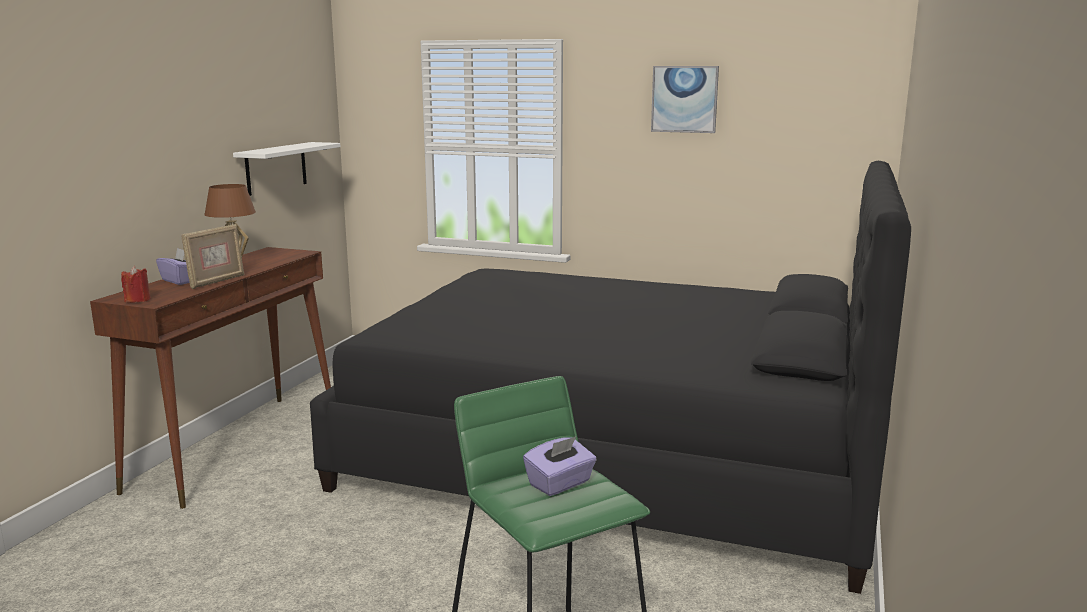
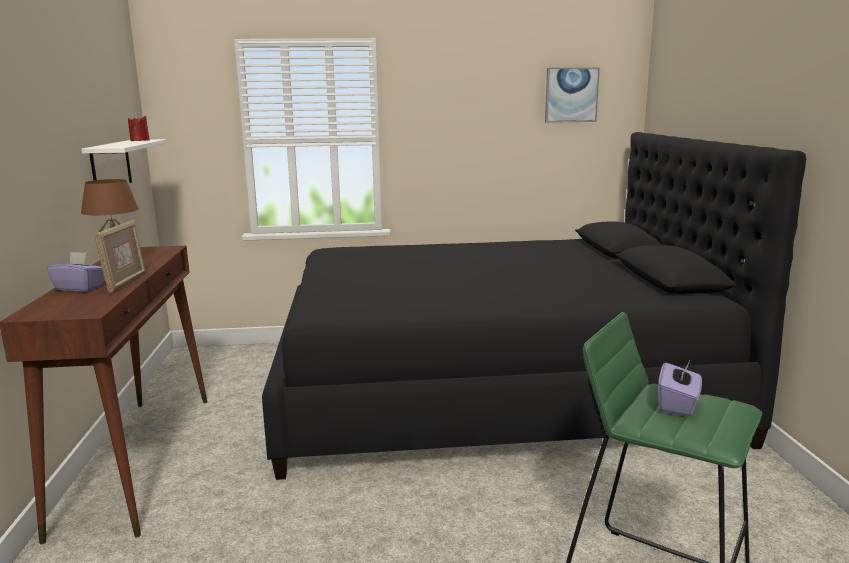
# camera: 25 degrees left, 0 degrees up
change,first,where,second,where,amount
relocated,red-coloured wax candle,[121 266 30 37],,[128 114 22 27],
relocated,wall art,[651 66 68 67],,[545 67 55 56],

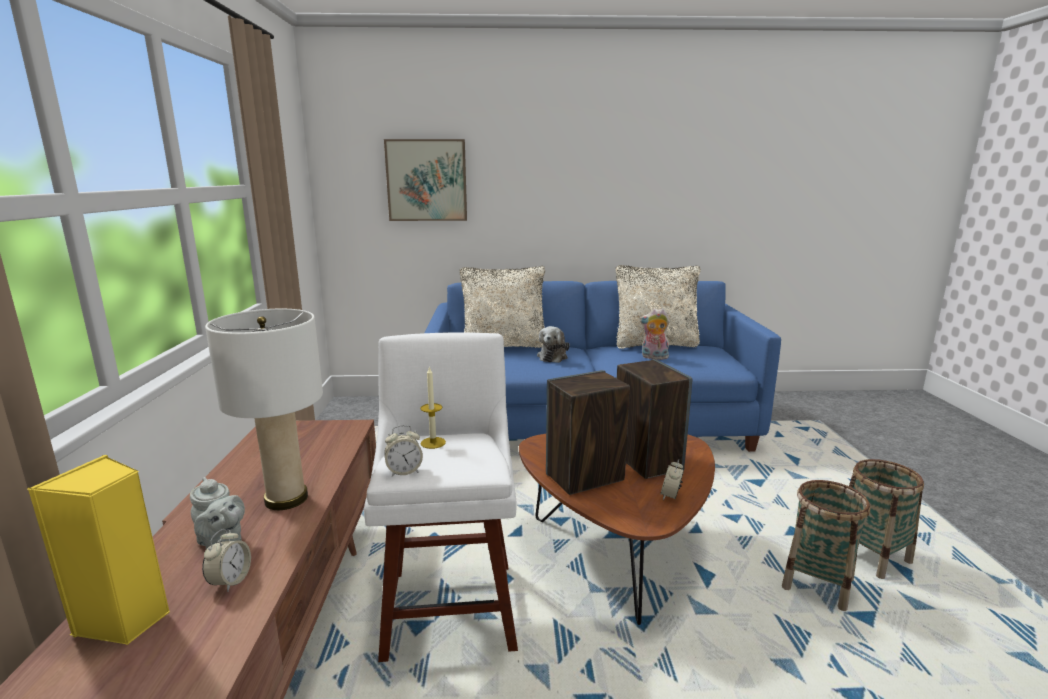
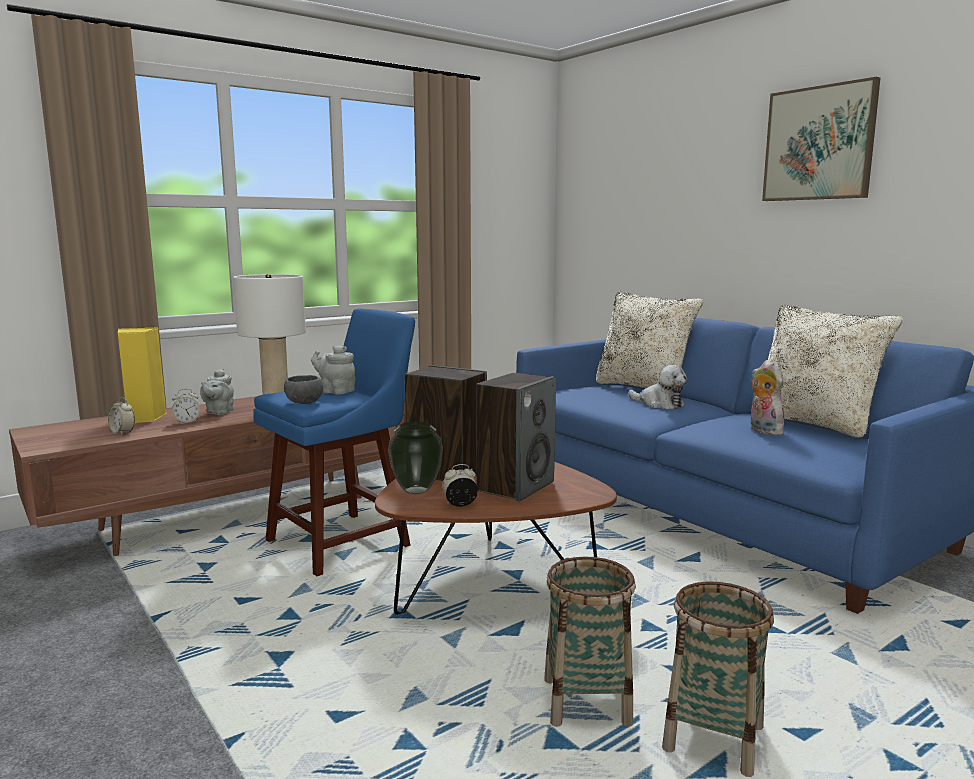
# camera: 55 degrees right, 5 degrees down
change,first,where,second,where,amount
relocated,table clock,[384 425 39 51],,[108 397 27 39],
colour,whitish stool seat,[364 332 154 330],blue stool seat,[253 309 162 267],
appeared,,,grey serving bowl,[284 375 39 29],
exchanged,wax candle,[420 366 26 83],grey tea pot,[311 345 45 50],
appeared,,,flower vase,[388 421 55 73],
spun,soft toy,[537 326 33 37],,[628 365 59 44],120 degrees counterclockwise
relocated,wall art,[384 139 83 82],,[762 77 118 124],

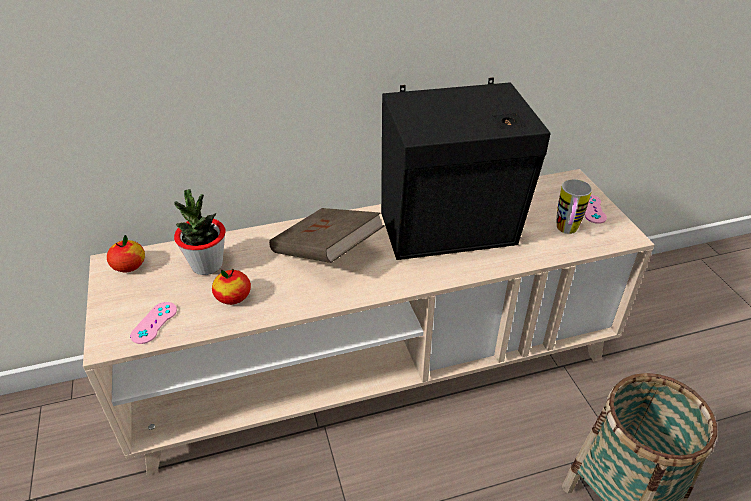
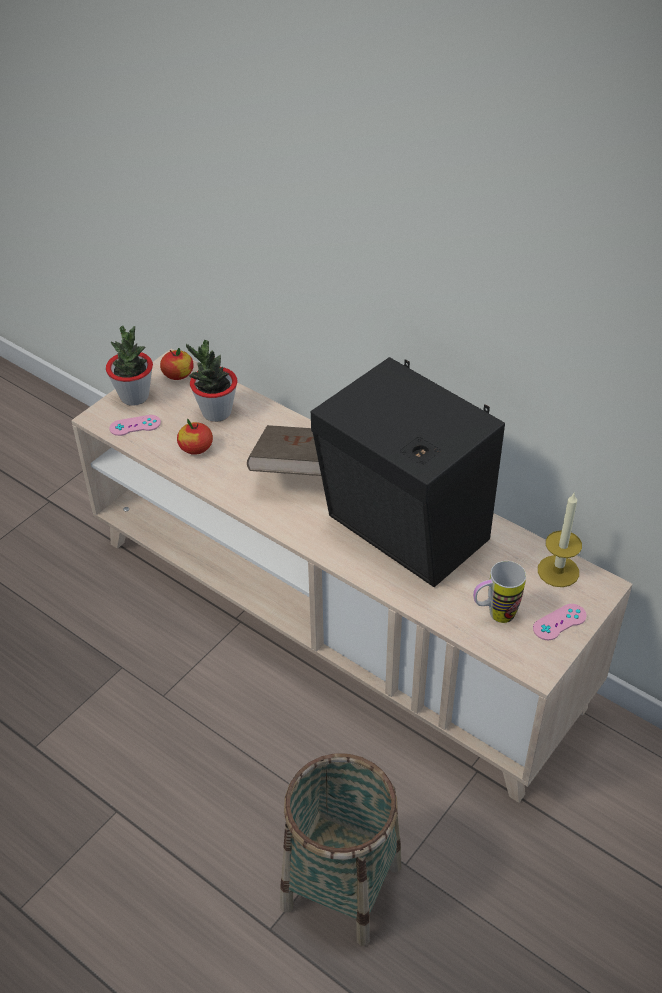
# camera: 55 degrees right, 5 degrees up
change,first,where,second,where,amount
appeared,,,potted plant,[106 326 47 80],
appeared,,,wax candle,[538 493 44 94],

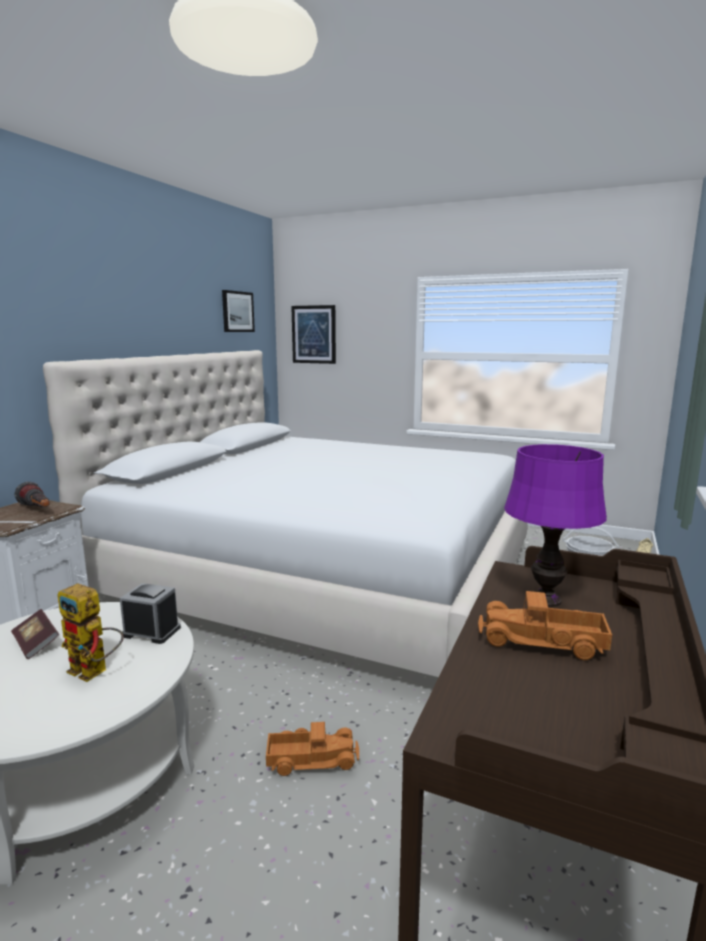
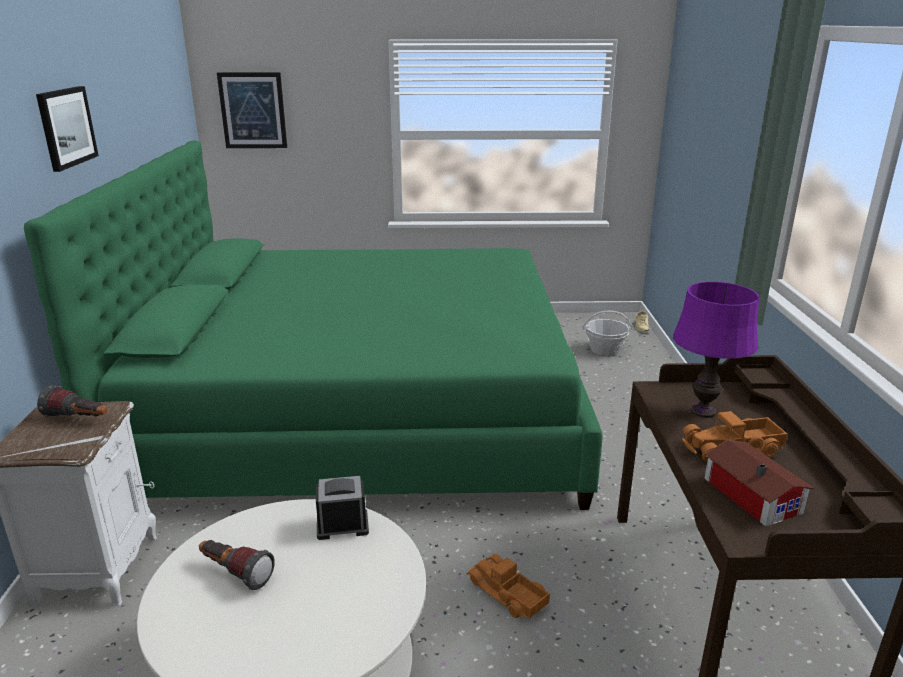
# camera: 25 degrees left, 10 degrees up
change,first,where,second,where,amount
colour,whitish bed,[43 350 485 327],greenish bed,[24 140 579 370],
relocated,wall art,[222 290 33 42],,[36 86 63 86],
exchanged,volume,[11 609 48 50],hand torch,[199 540 76 50],
spun,toy lorry,[266 722 93 54],,[467 554 83 64],105 degrees counterclockwise
appeared,,,model house,[704 440 111 87],
missing,robot figure,[57 583 67 99],,,

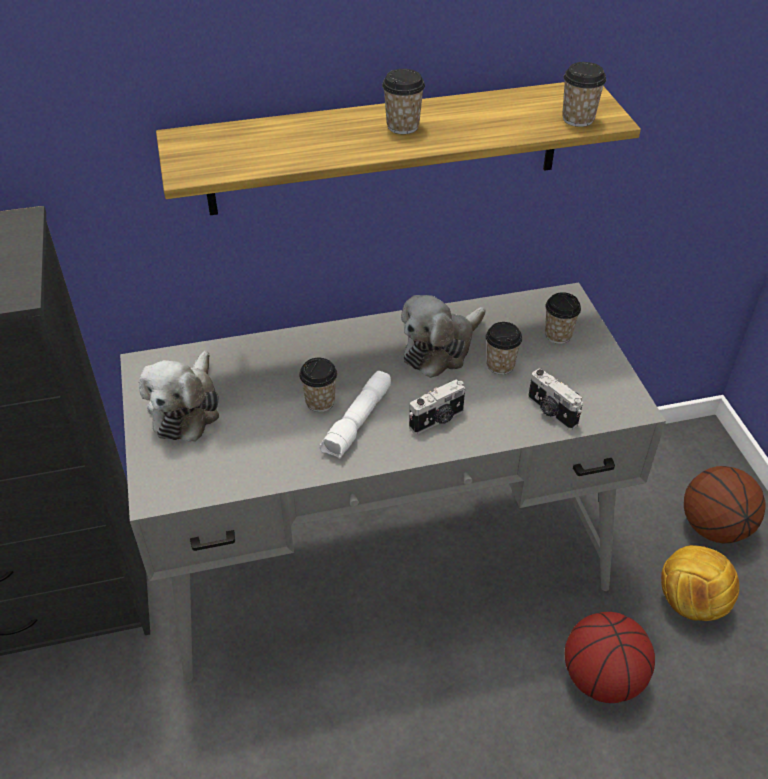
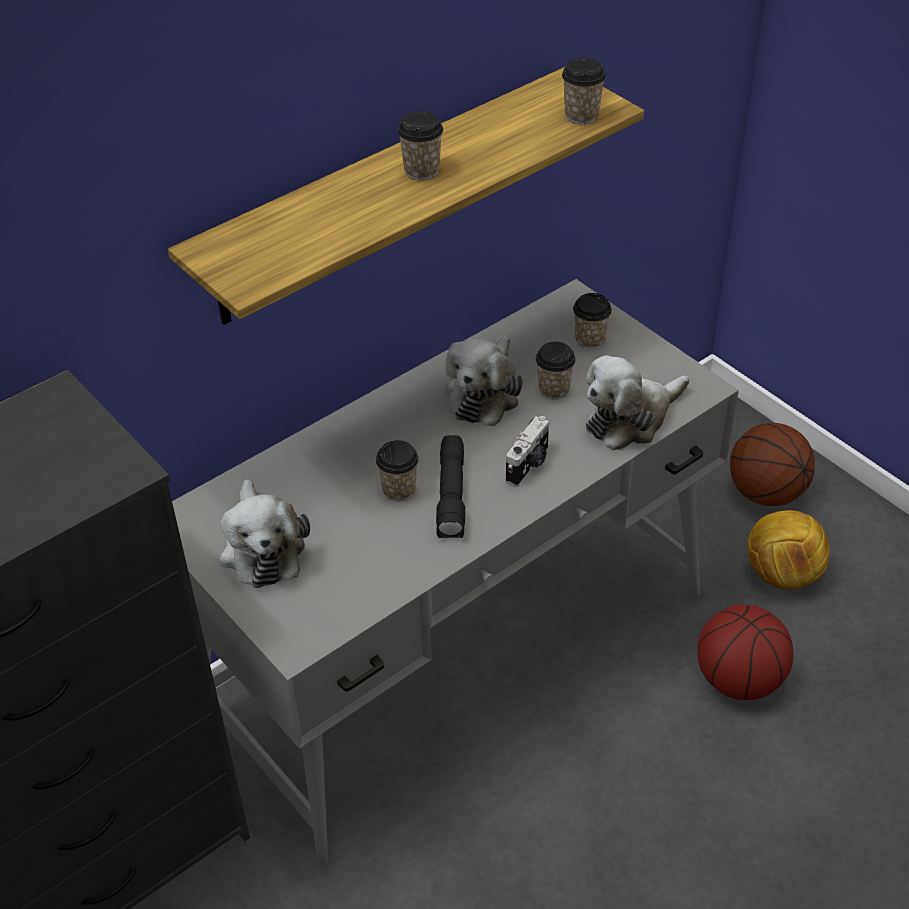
# camera: 25 degrees left, 0 degrees up
change,first,where,second,where,amount
colour,whitish hand torch,[320 371 71 88],blackish hand torch,[436 435 29 103],
exchanged,photo camera,[528 368 55 62],soft toy,[586 355 103 95],

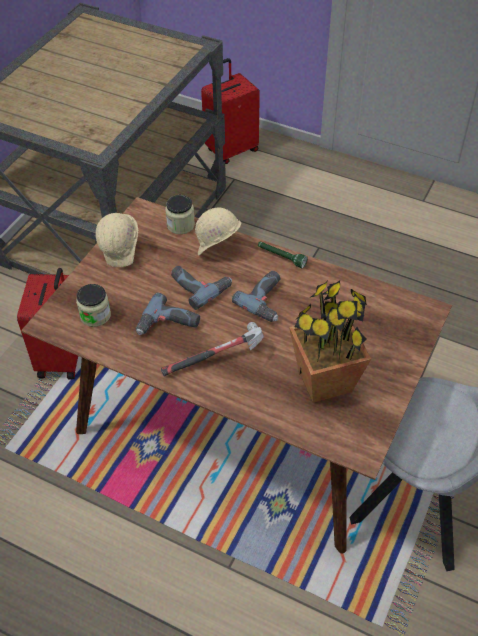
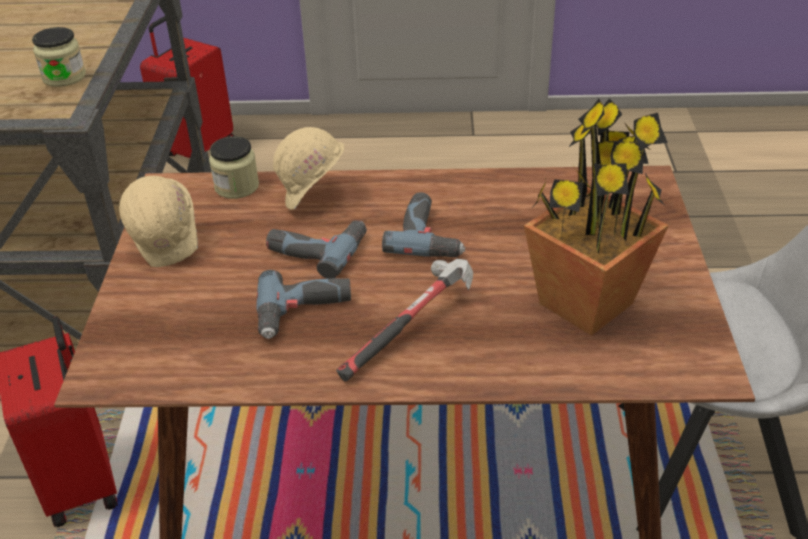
# camera: 25 degrees left, 10 degrees down
change,first,where,second,where,amount
relocated,storage jar,[76 284 35 43],,[32 27 54 60],
missing,greenish hand torch,[258 242 50 26],,,

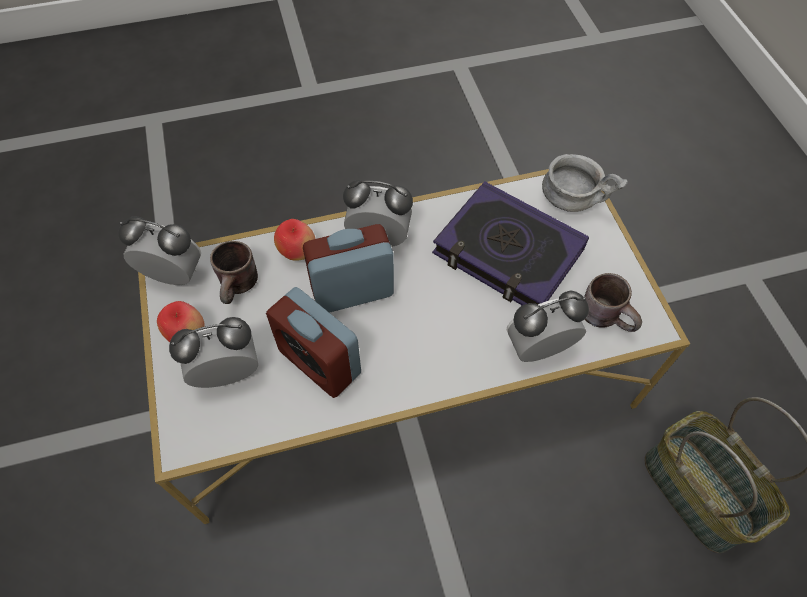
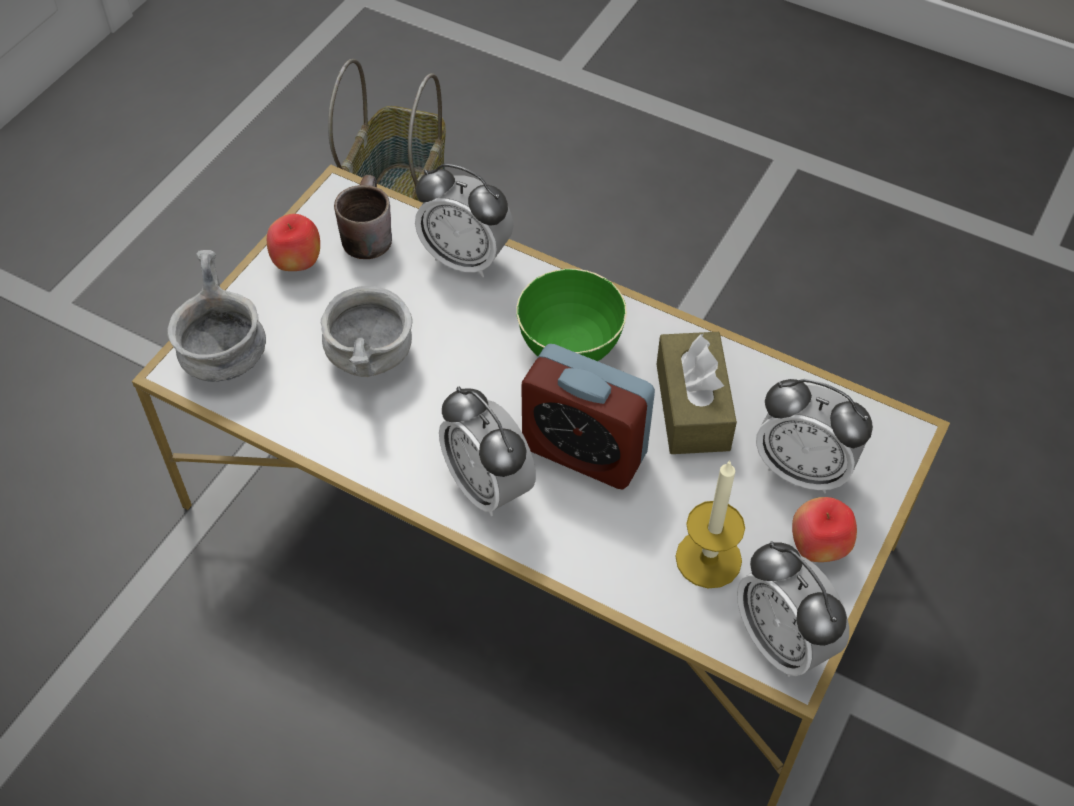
# camera: 135 degrees left, 5 degrees down
change,first,where,second,where,amount
relocated,whole apple,[274 219 42 41],,[267 214 53 57],
exchanged,volume,[432 182 157 123],grey serving bowl,[321 286 92 91],
appeared,,,greenish serving bowl,[516 269 111 92],
exchanged,table clock,[266 287 95 111],brown-coloured tissue holder,[656 332 81 122],
exchanged,brown-coloured tea mug,[210 241 48 63],wax candle,[676 460 69 128],

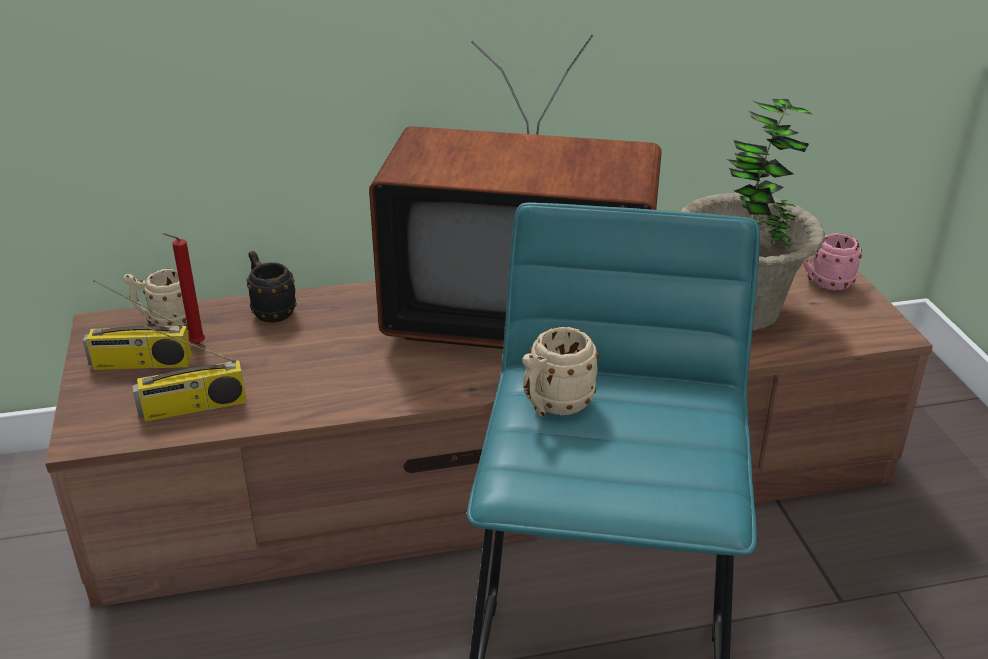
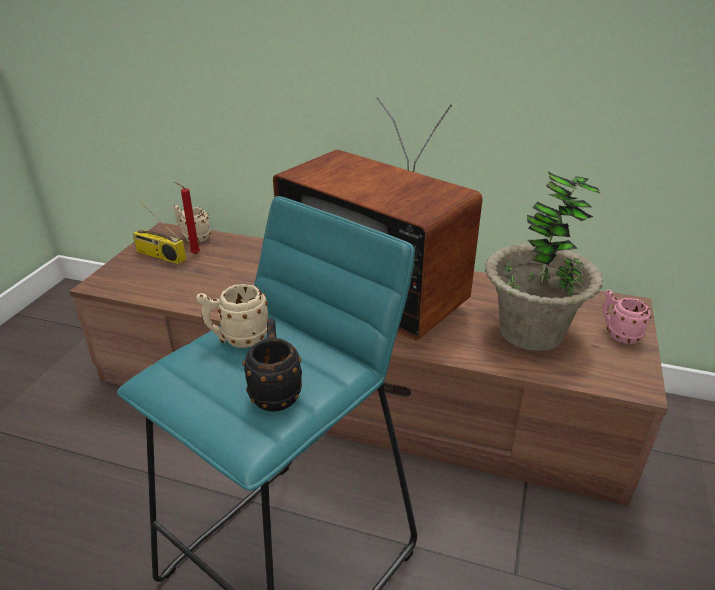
# camera: 30 degrees right, 0 degrees up
change,first,where,second,where,amount
relocated,blackish tea mug,[247 251 50 71],,[243 319 59 93],
missing,radio,[132 325 115 97],,,

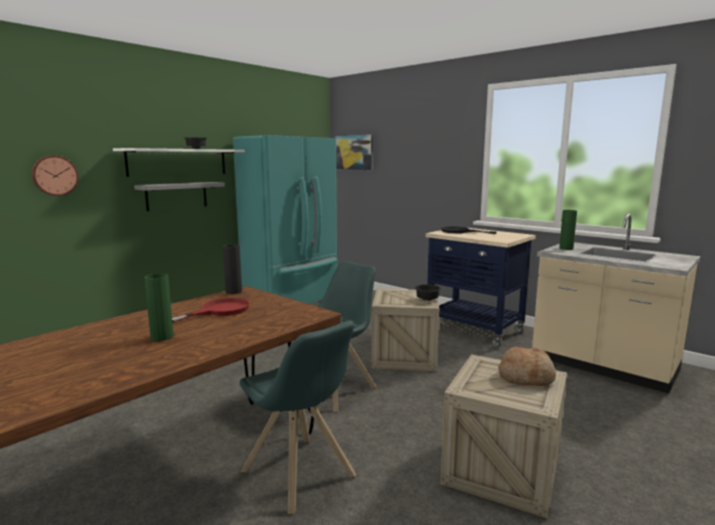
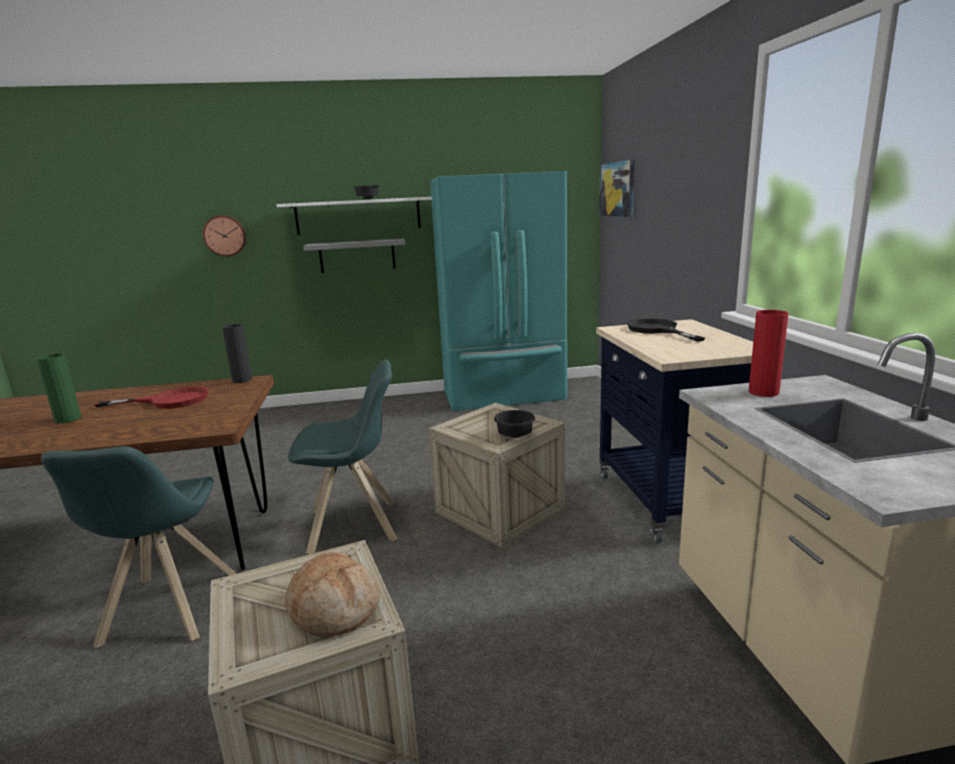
# camera: 40 degrees right, 5 degrees up
change,first,where,second,where,amount
colour,greenish flower vase,[559 210 18 40],red-coloured flower vase,[749 310 40 87],

